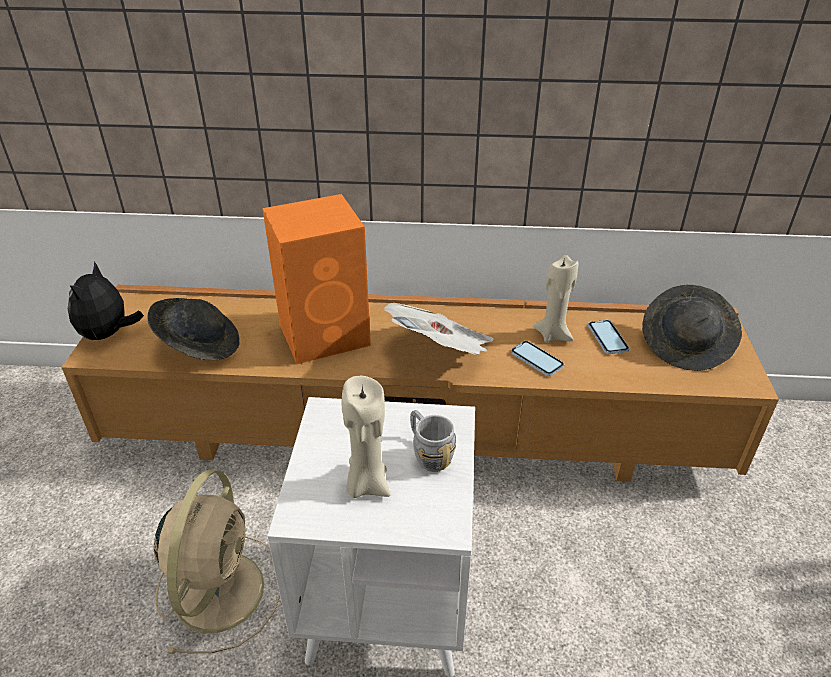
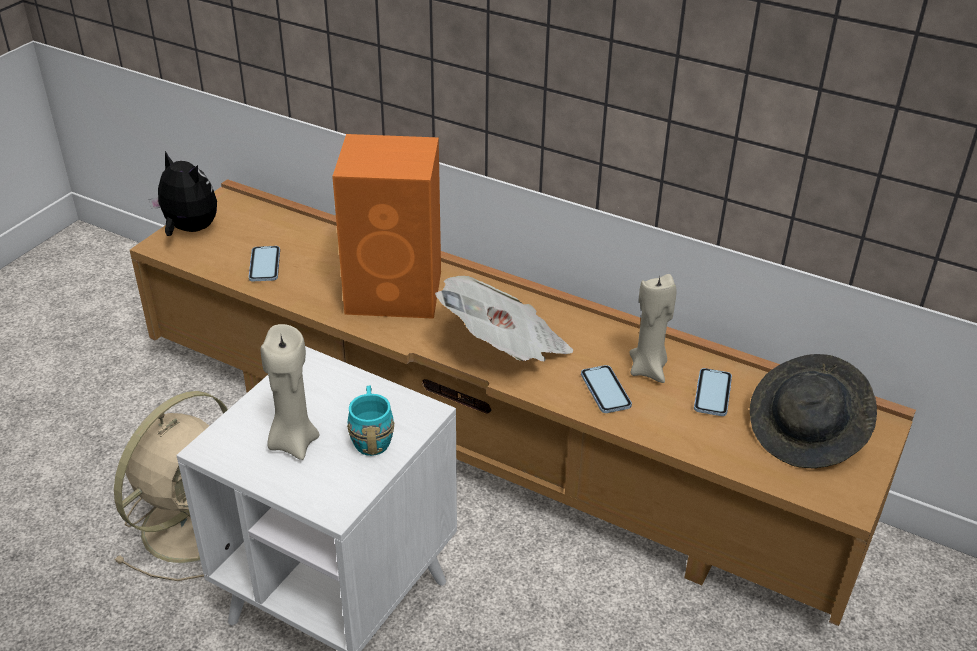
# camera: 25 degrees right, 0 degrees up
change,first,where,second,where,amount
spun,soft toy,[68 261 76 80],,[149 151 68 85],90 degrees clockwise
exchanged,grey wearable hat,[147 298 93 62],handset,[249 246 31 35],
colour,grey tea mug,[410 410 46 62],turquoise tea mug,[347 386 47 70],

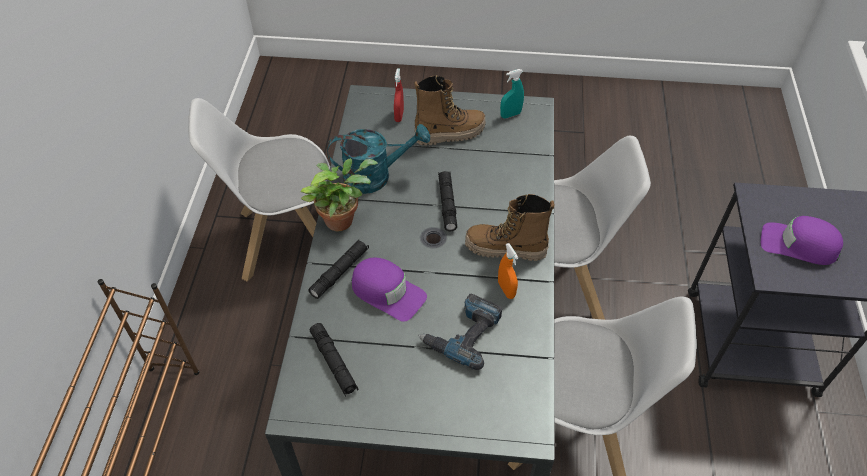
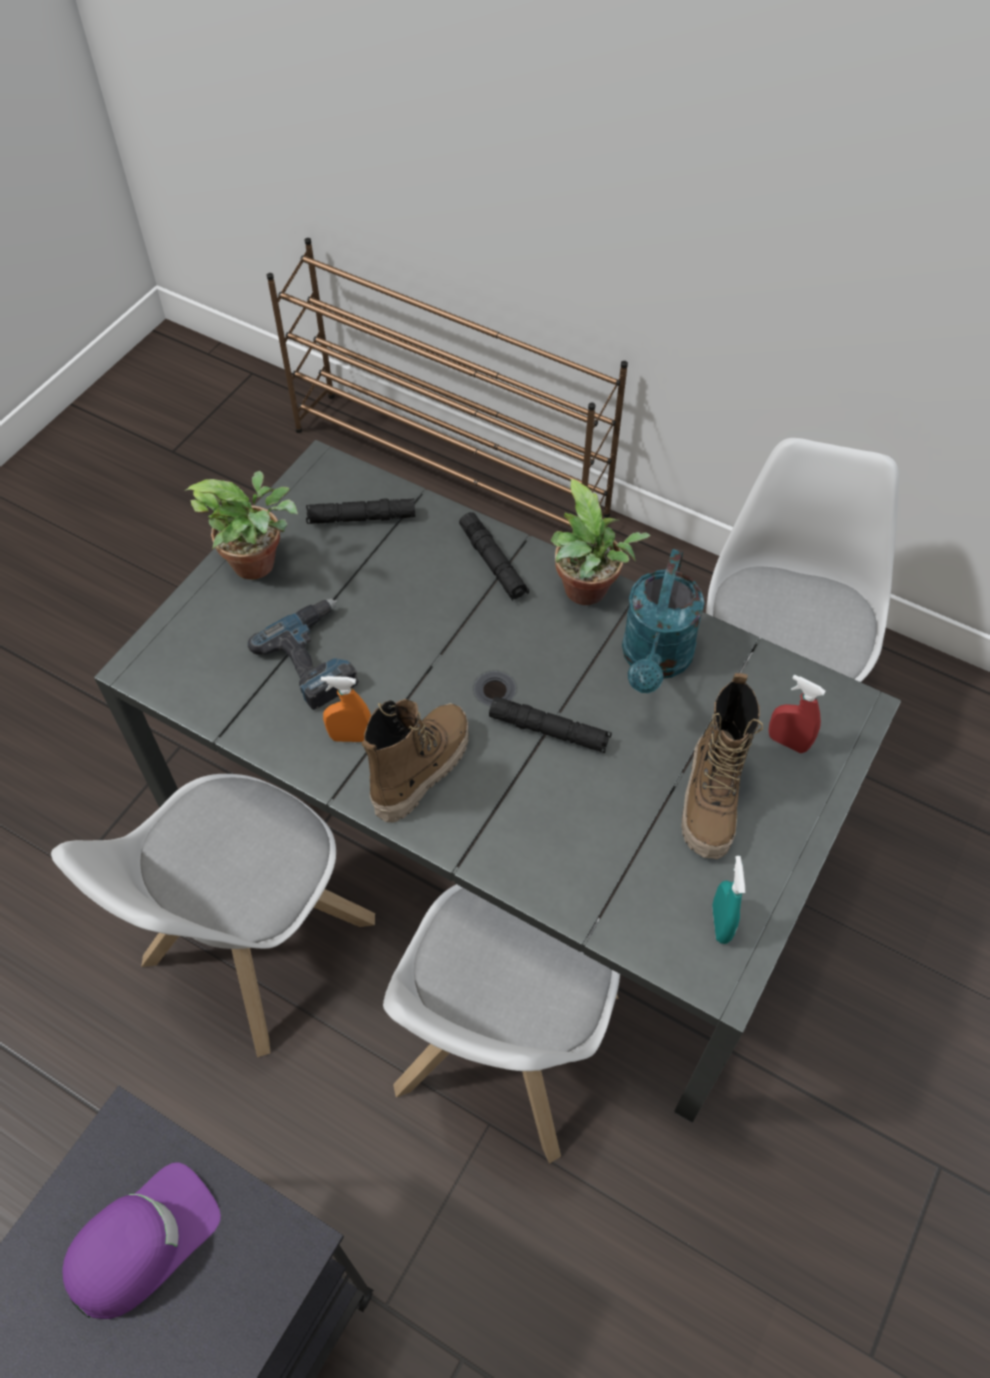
# camera: 115 degrees right, 5 degrees up
change,first,where,second,where,amount
appeared,,,potted plant,[186 471 112 109],
missing,purplish peaked cap,[352 258 75 64],,,

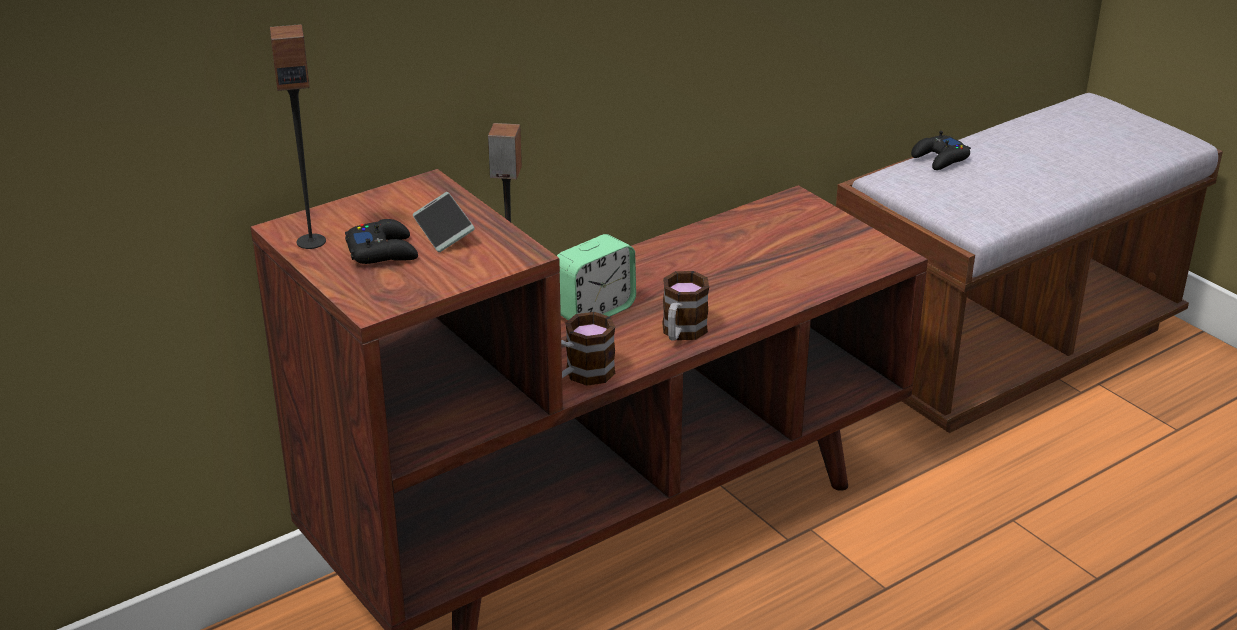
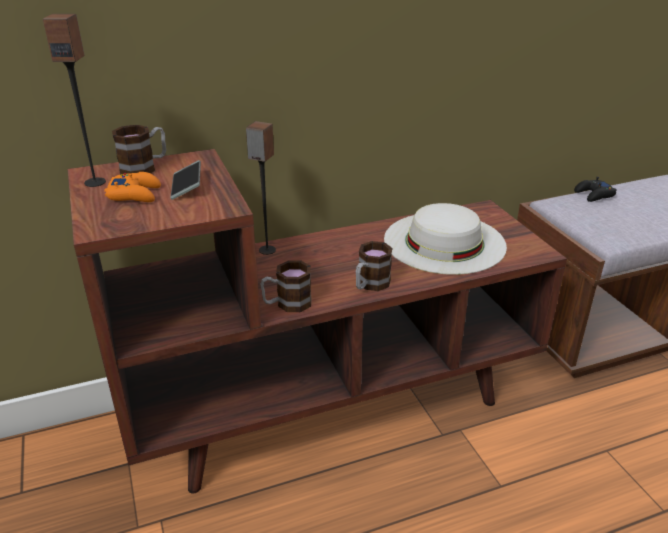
# camera: 15 degrees right, 0 degrees up
change,first,where,second,where,amount
colour,blackish gamepad,[345 219 73 45],orangey gamepad,[104 172 57 30],
appeared,,,tea mug,[112 125 54 49],
appeared,,,whitish wearable hat,[384 203 123 72],
missing,table clock,[557 234 79 86],,,

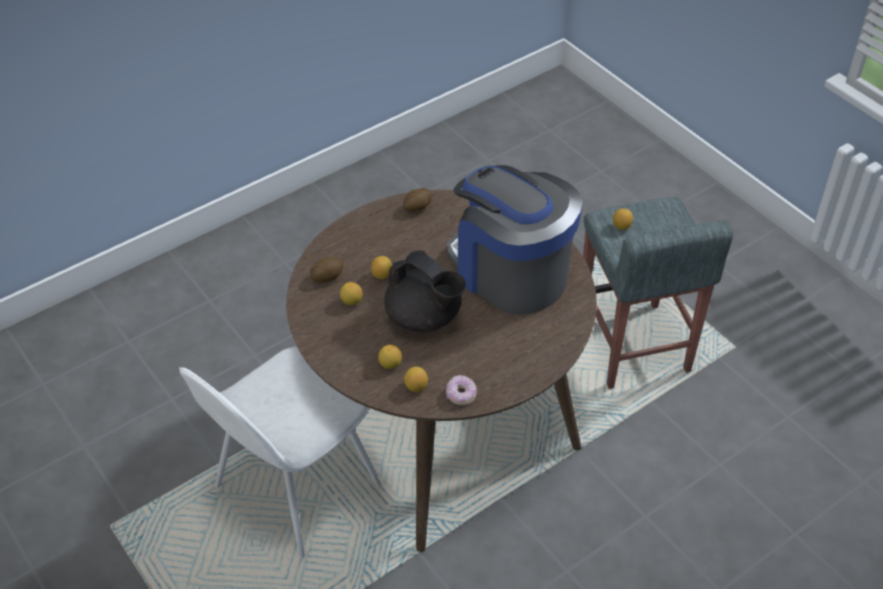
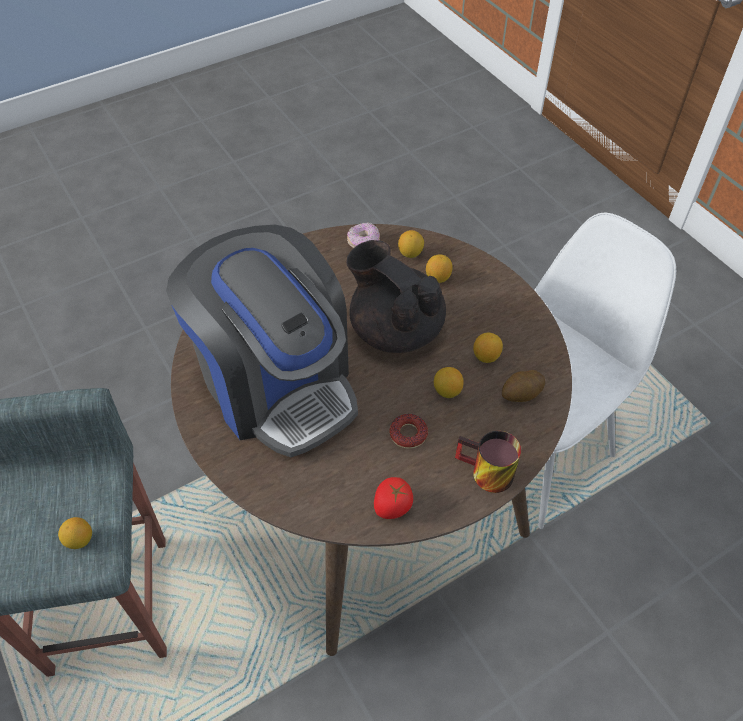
# camera: 175 degrees left, 5 degrees up
change,first,where,second,where,amount
exchanged,spud,[403 188 29 23],whole tomato,[374 477 39 42],
appeared,,,ring doughnut,[390 414 38 35],
appeared,,,tea mug,[455 431 66 62],

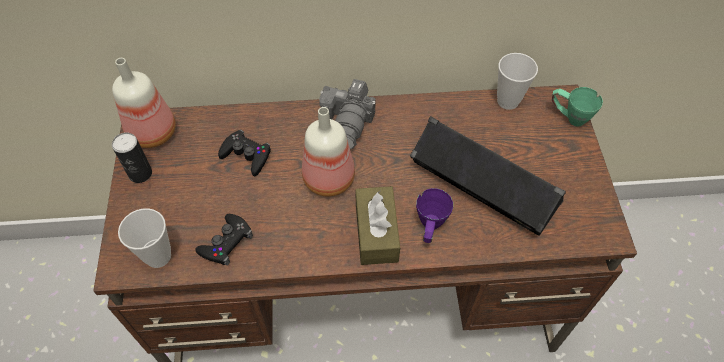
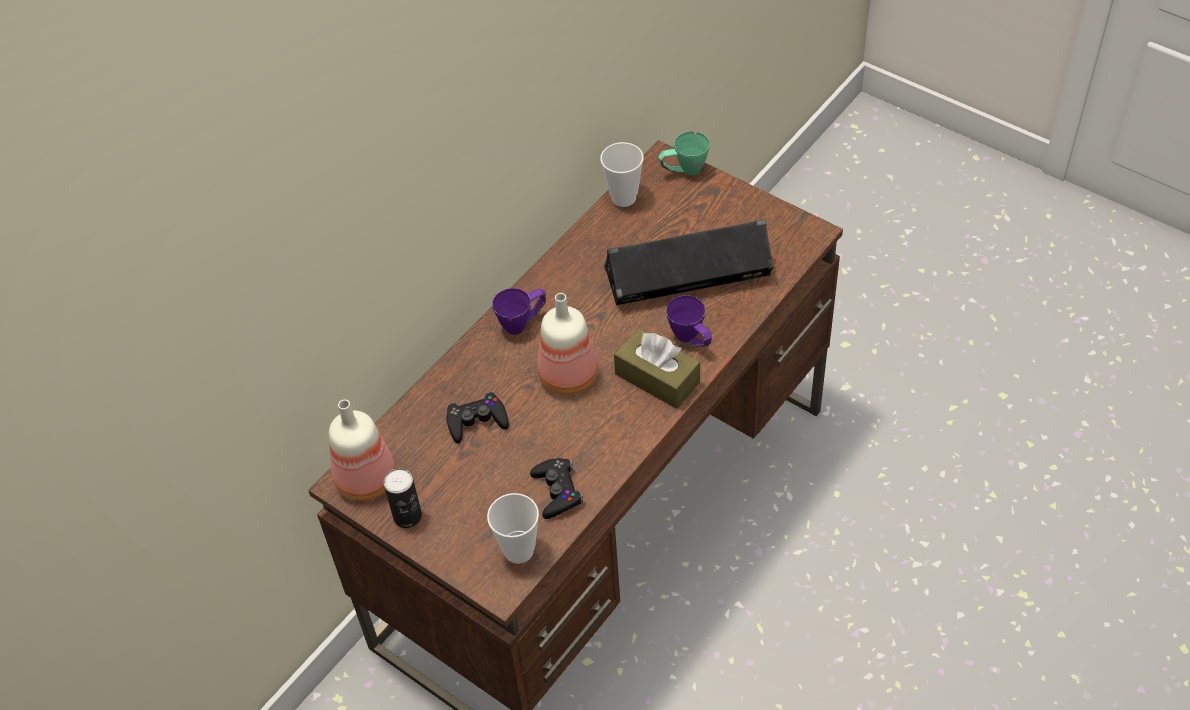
# camera: 45 degrees left, 5 degrees down
change,first,where,second,where,amount
exchanged,photo camera,[319 79 57 70],purplish tea mug,[492 288 54 47],

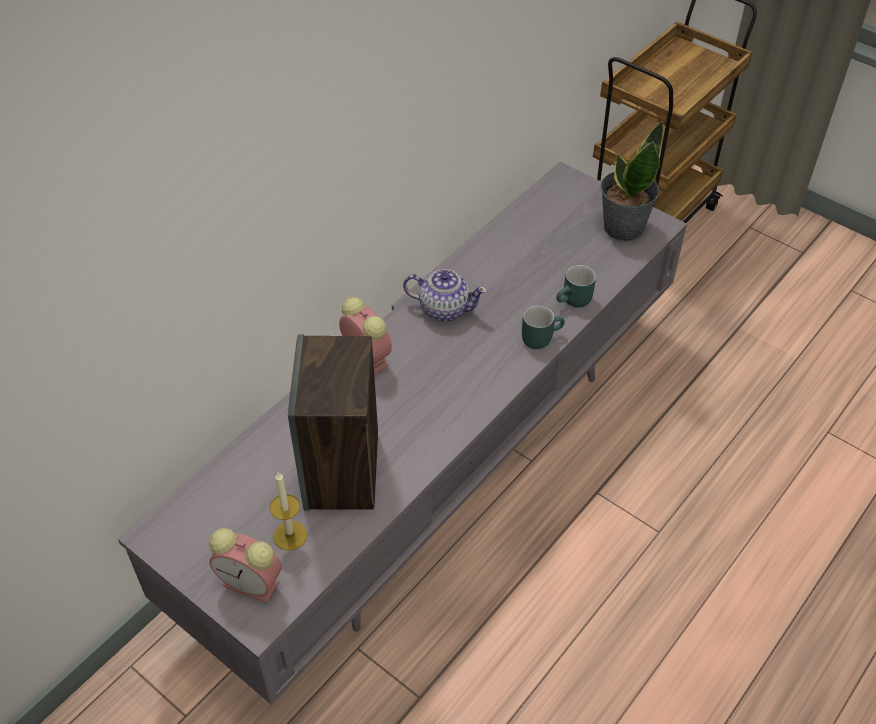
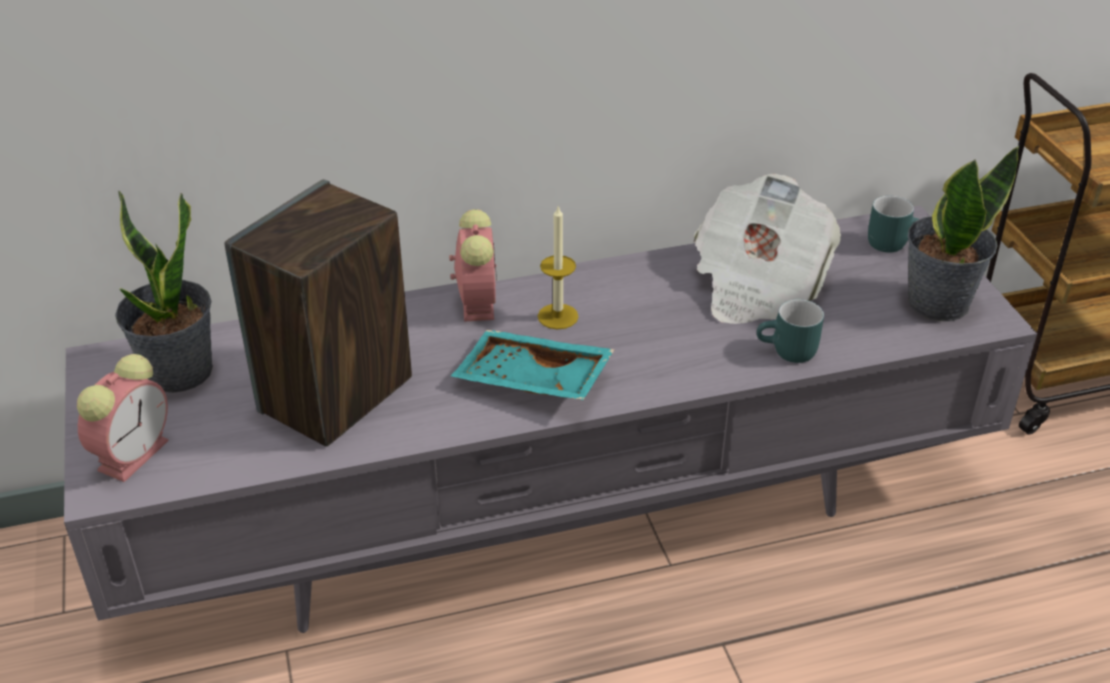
# camera: 35 degrees right, 10 degrees down
change,first,where,second,where,amount
spun,table clock,[209 528 73 75],,[77 354 92 128],120 degrees counterclockwise
appeared,,,potted plant,[115 190 98 203],
appeared,,,turquoise tray,[451 330 164 70],
relocated,wax candle,[270 472 37 78],,[538 205 40 124],
appeared,,,daily paper,[694 174 147 150],
relocated,turquoise tea mug,[522 305 43 44],,[868 196 51 56],
missing,tea pot,[403 269 84 52],,,

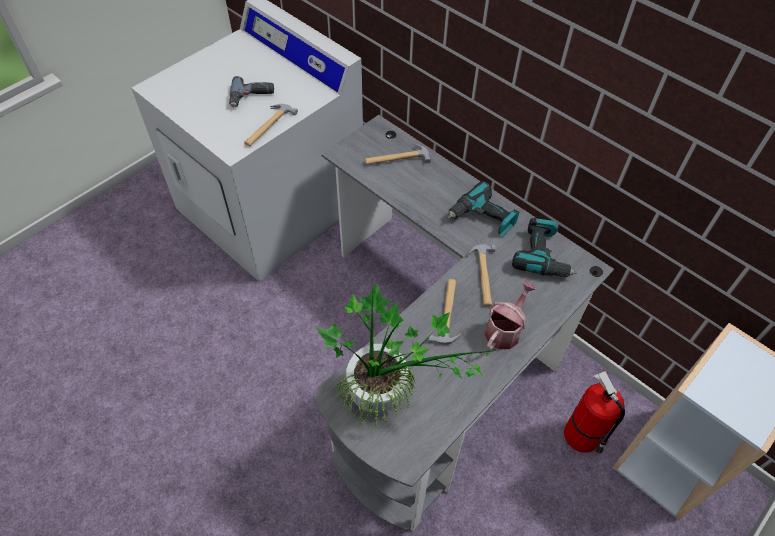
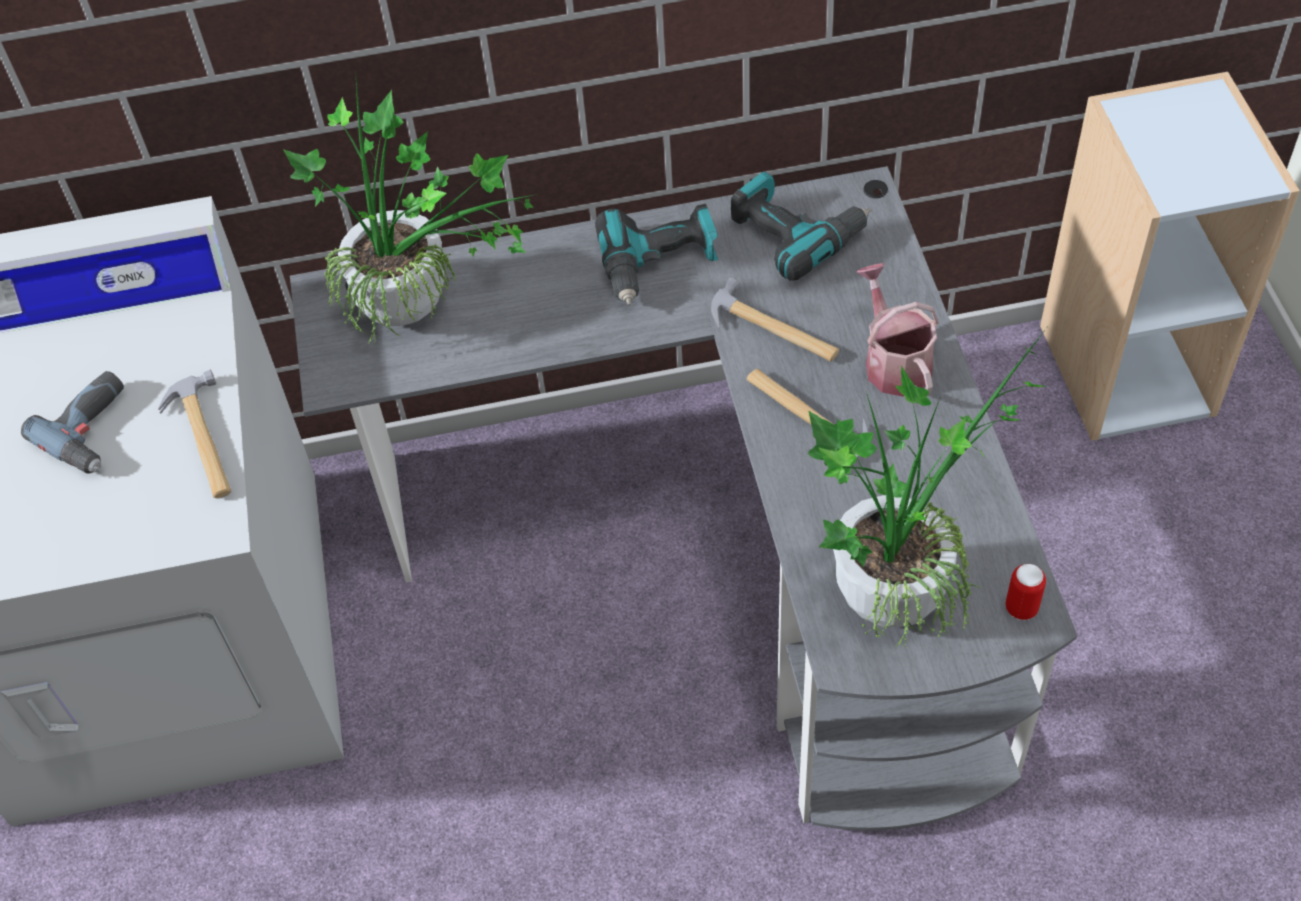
# camera: 50 degrees left, 0 degrees up
change,first,where,second,where,amount
exchanged,hand hammer,[365 144 66 20],potted plant,[283 70 254 273],
appeared,,,can,[1006 564 40 56],
missing,fire extinguisher,[564 371 61 82],,,

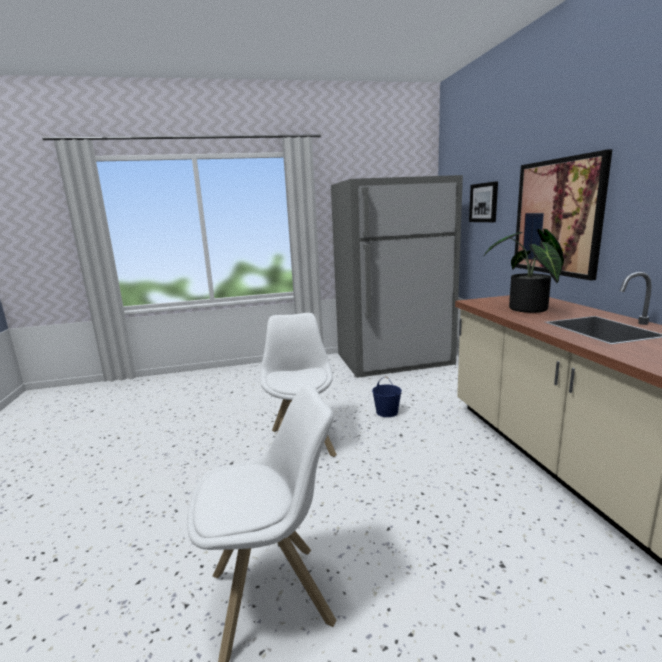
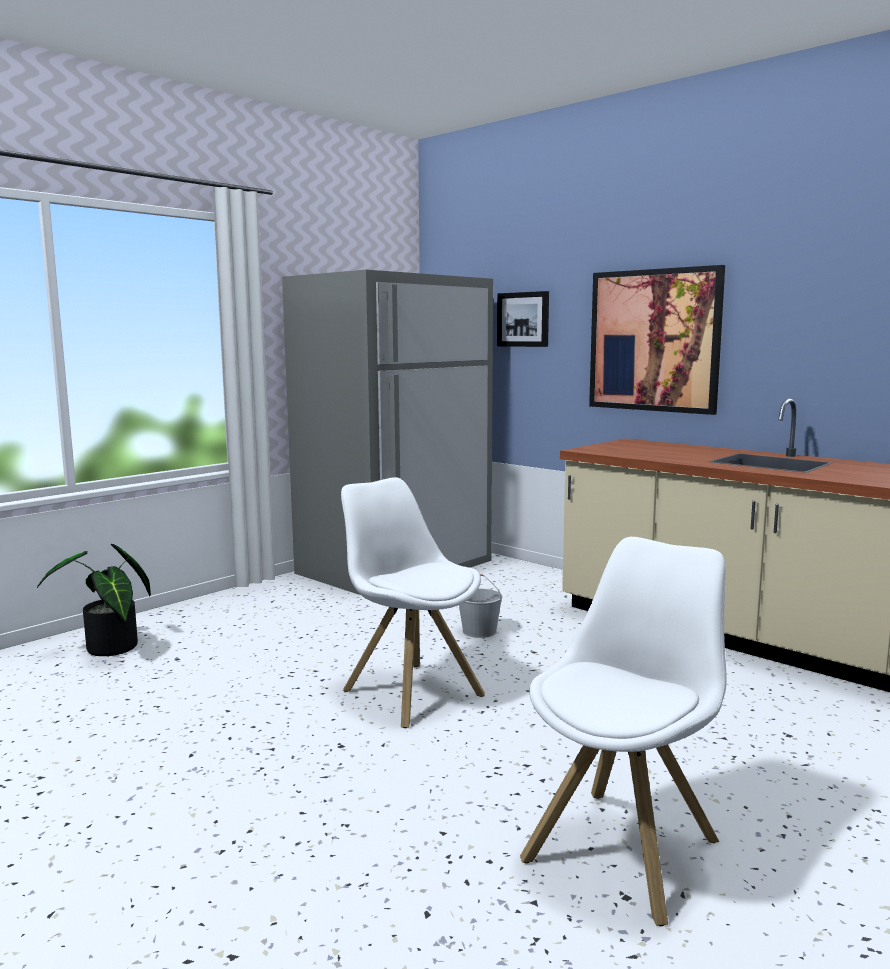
# camera: 35 degrees left, 5 degrees down
change,first,where,second,where,amount
relocated,potted plant,[484 229 80 84],,[37 544 114 112],
colour,blue bucket,[372 376 30 41],whitish bucket,[459 574 44 64],

